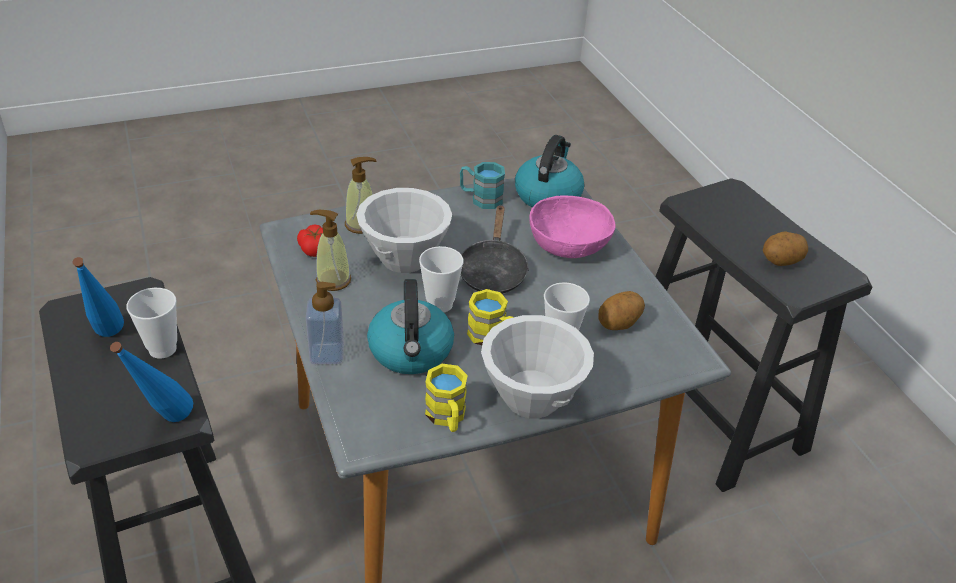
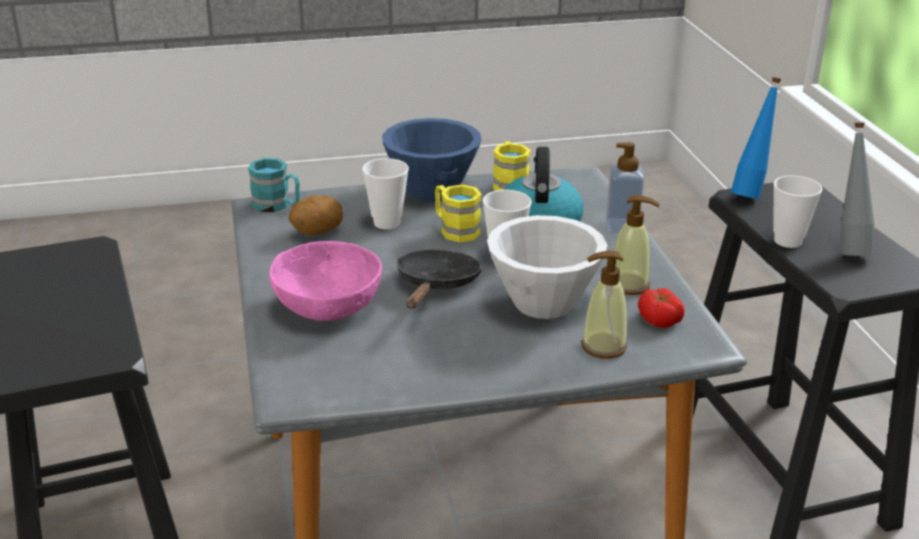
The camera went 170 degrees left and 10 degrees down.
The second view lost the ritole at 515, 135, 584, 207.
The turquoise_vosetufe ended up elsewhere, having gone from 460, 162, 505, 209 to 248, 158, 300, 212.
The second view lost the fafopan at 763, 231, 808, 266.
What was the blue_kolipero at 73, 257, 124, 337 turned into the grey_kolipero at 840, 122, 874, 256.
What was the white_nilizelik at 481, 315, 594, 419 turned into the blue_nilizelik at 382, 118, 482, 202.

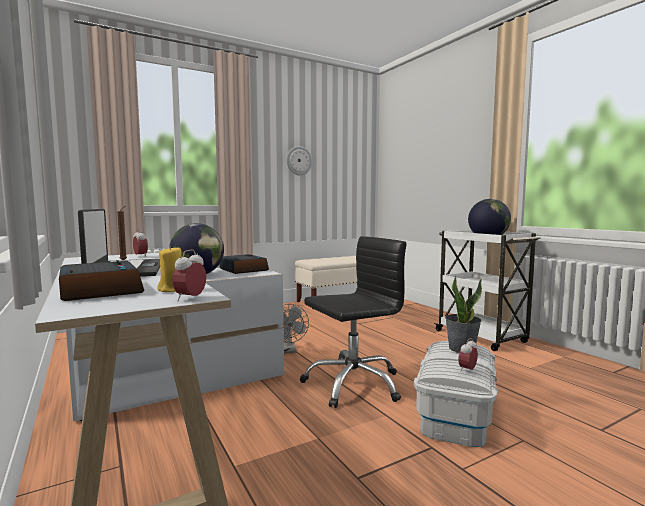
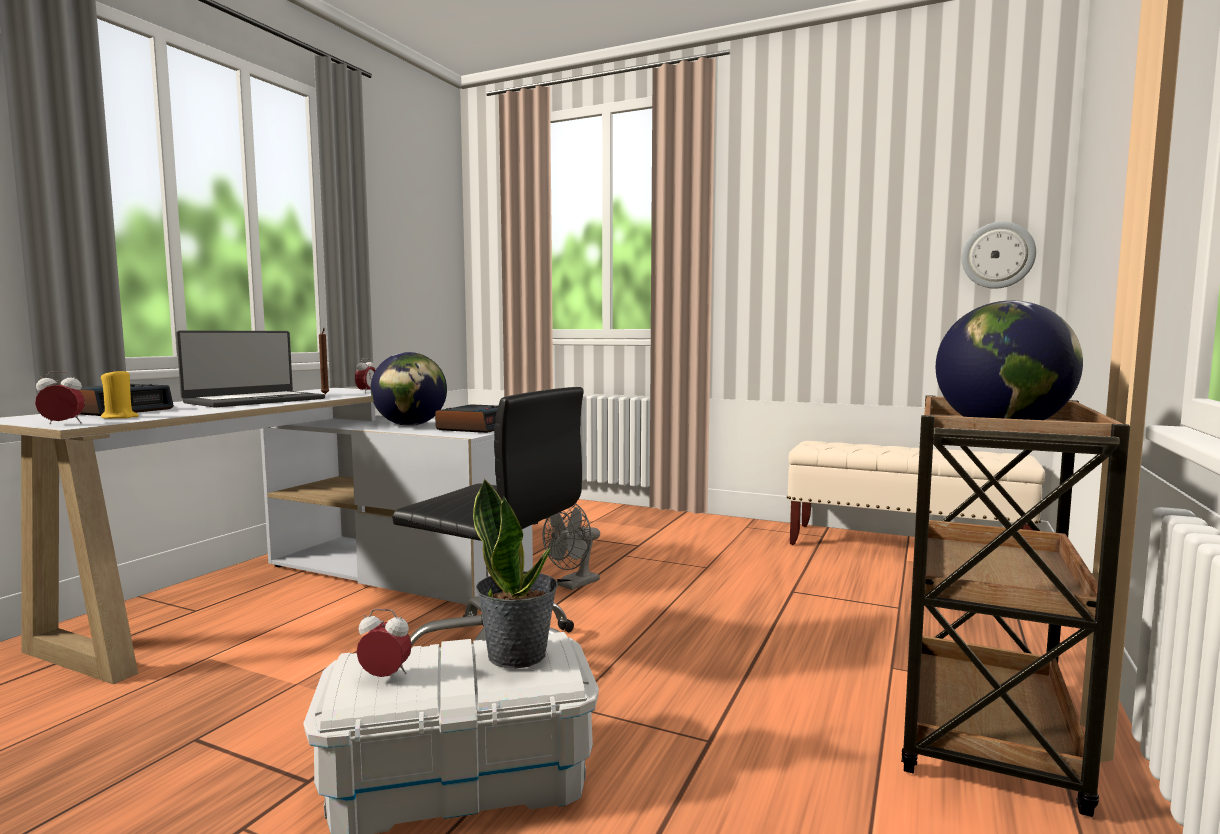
The camera went 55 degrees right and 0 degrees up.
The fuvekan ended up elsewhere, having gone from 287, 146, 312, 175 to 962, 222, 1036, 289.
What was the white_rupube at 434, 230, 541, 351 turned into the brown_rupube at 901, 395, 1130, 817.

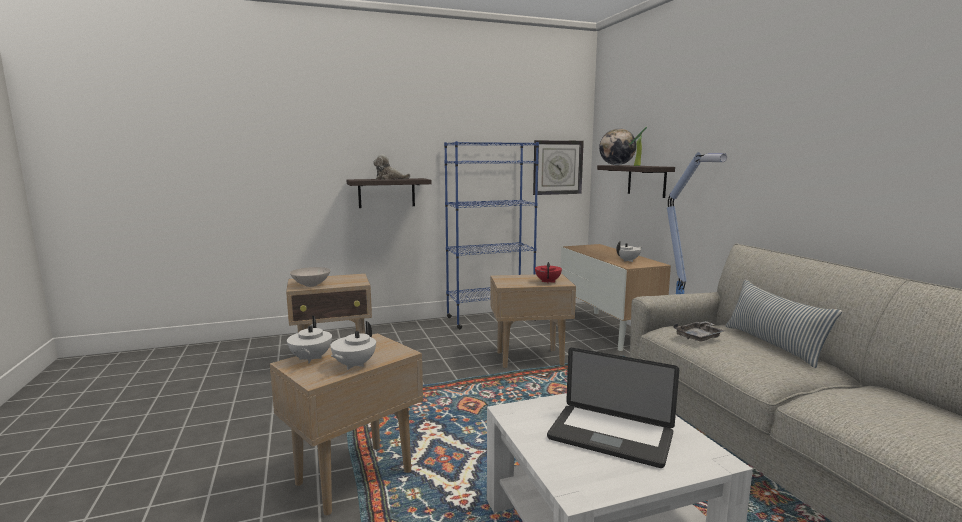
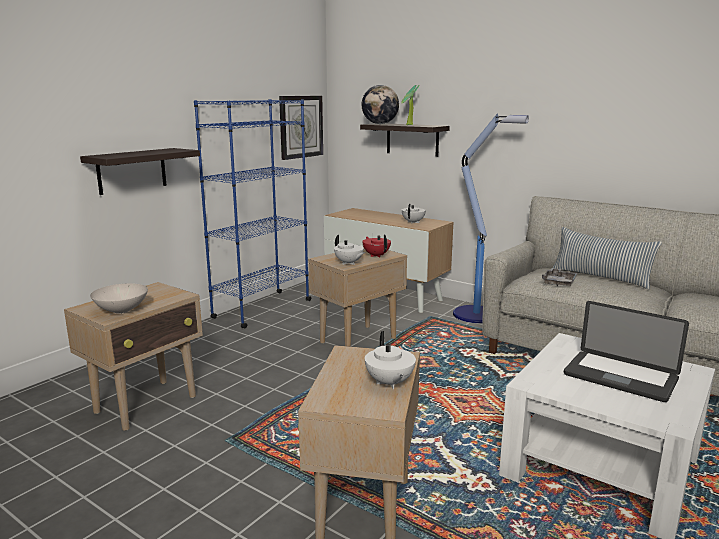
The camera went 35 degrees left and 5 degrees up.
The second view lost the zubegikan at 373, 155, 411, 180.
The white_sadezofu ended up elsewhere, having gone from 287, 316, 332, 364 to 334, 235, 365, 265.
The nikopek at 547, 348, 679, 468 ended up facing another way, 45 degrees clockwise from before.

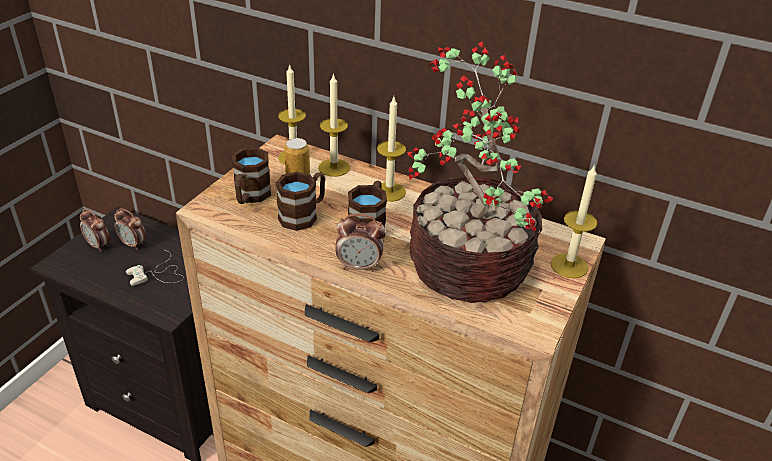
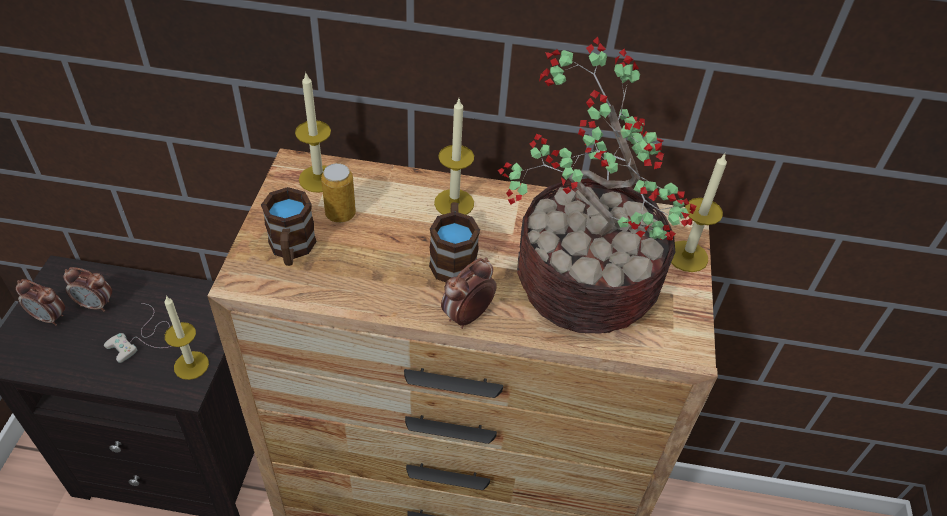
The camera went 20 degrees left and 10 degrees up.
The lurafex ended up elsewhere, having gone from 318, 73, 350, 177 to 164, 296, 209, 380.
The second view lost the brown_vosetufe at 276, 172, 325, 231.
The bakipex at 336, 214, 385, 272 ended up facing another way, 150 degrees clockwise from before.

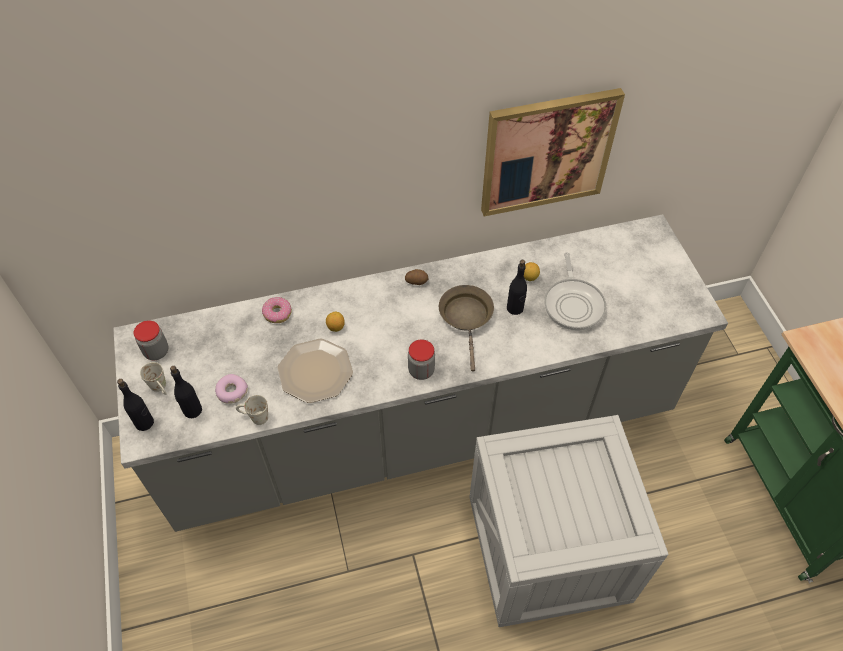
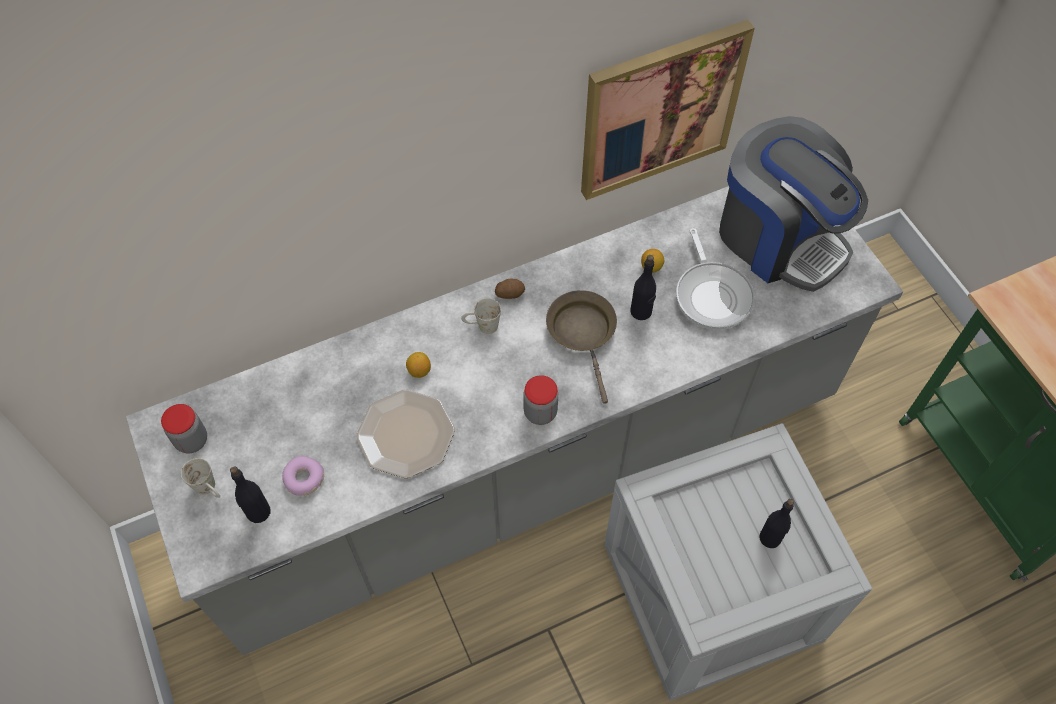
The camera went 10 degrees left and 5 degrees up.
The second view lost the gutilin at 262, 297, 292, 323.
The black_kolipero ended up elsewhere, having gone from 117, 379, 154, 431 to 759, 499, 794, 548.
The white_vosetufe ended up elsewhere, having gone from 236, 395, 268, 425 to 461, 298, 501, 334.
The second view gained the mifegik at 719, 116, 868, 292.

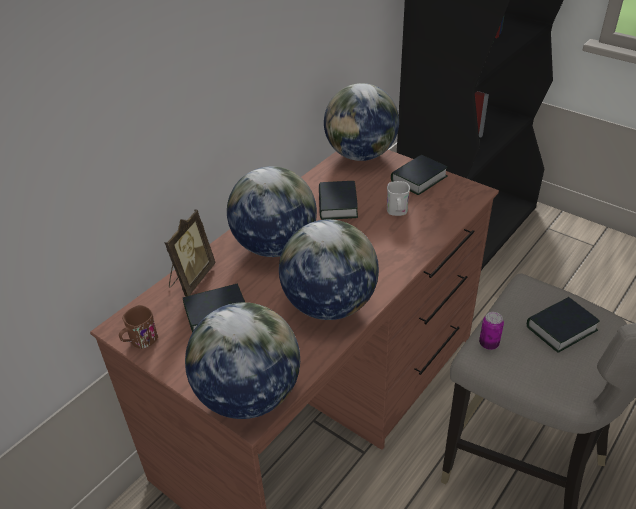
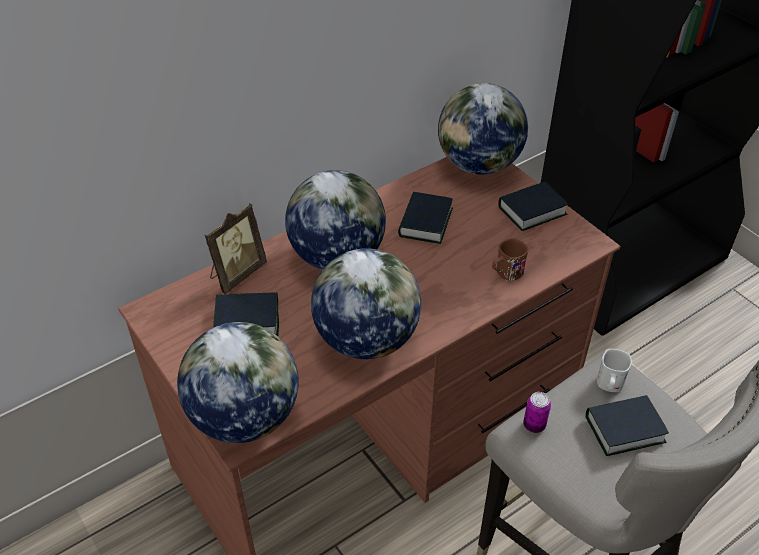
The camera went 15 degrees right and 5 degrees up.
The white_vosetufe ended up elsewhere, having gone from 387, 181, 410, 216 to 597, 349, 632, 392.
The brown_vosetufe ended up elsewhere, having gone from 119, 305, 158, 349 to 492, 238, 529, 281.

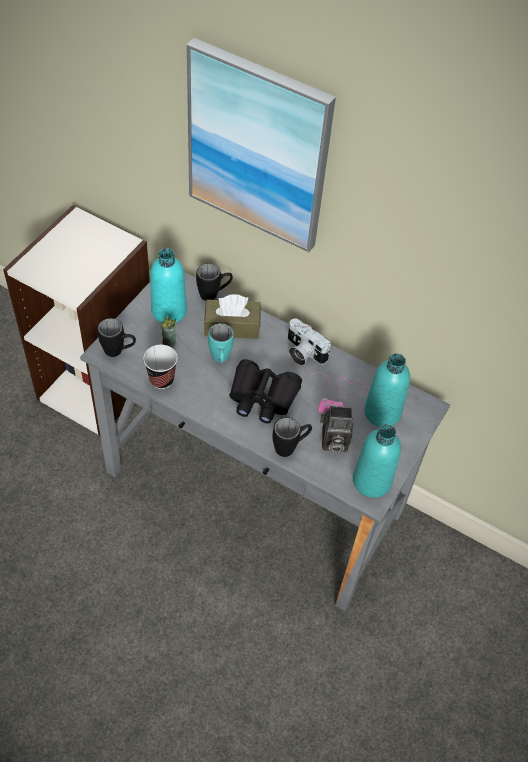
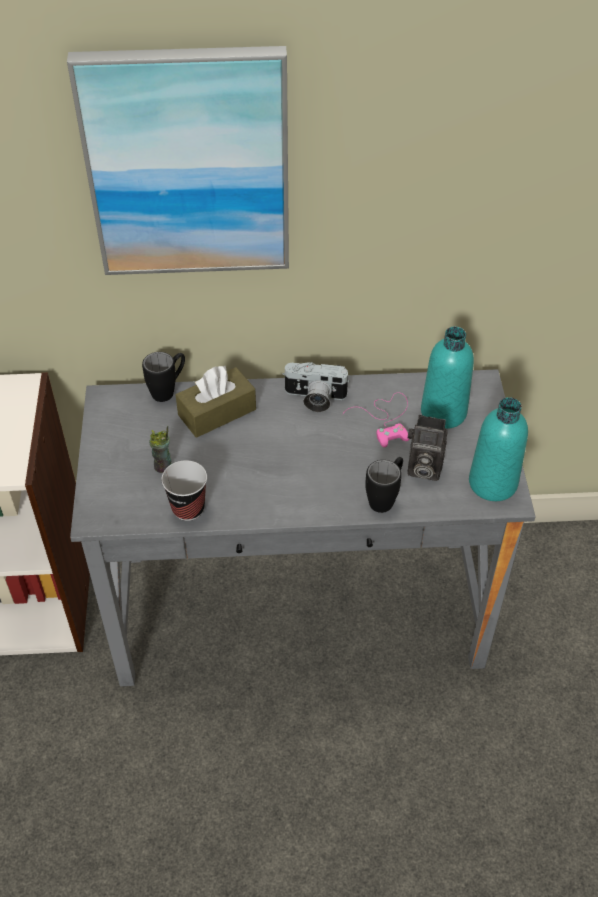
The camera went 30 degrees left and 5 degrees down.
The second view lost the turquoise_kolipero at 150, 248, 187, 322.
The second view lost the black_vosetufe at 97, 318, 136, 357.
The second view lost the turquoise_vosetufe at 208, 323, 234, 363.
The second view lost the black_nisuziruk at 229, 359, 302, 423.
The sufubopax at 320, 406, 353, 452 ended up facing another way, 45 degrees clockwise from before.

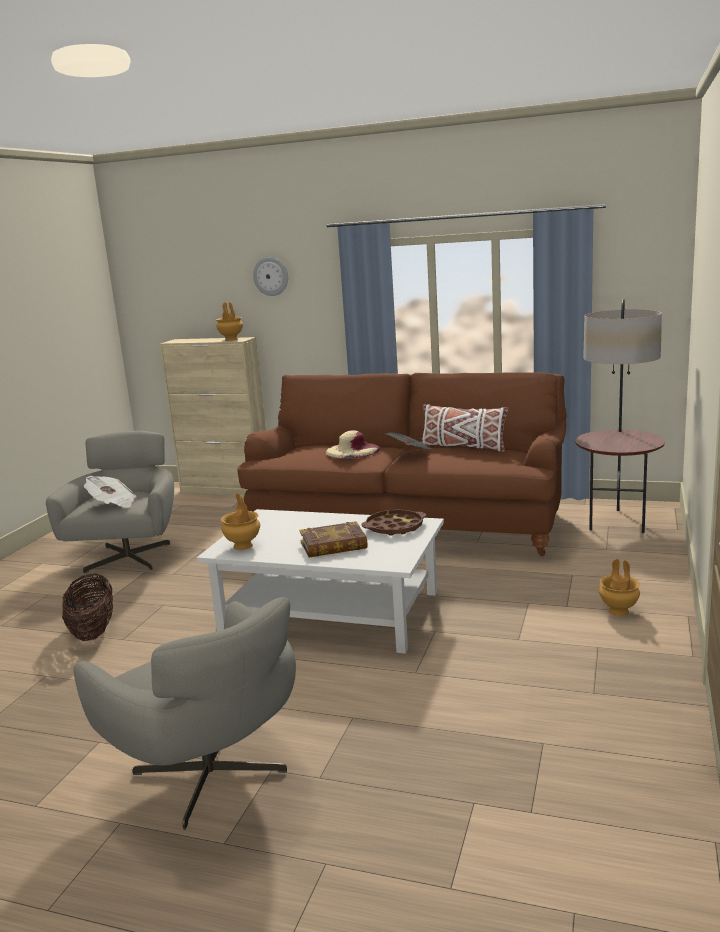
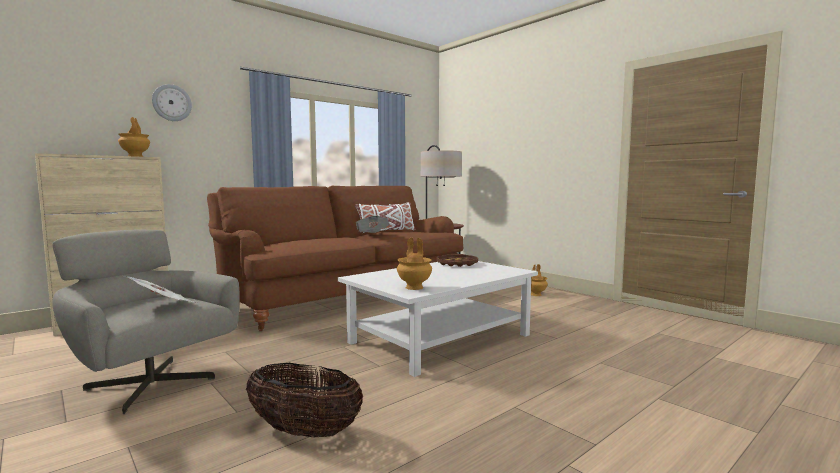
The camera went 60 degrees left and 10 degrees down.
The second view lost the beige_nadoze at 326, 430, 381, 459.
The second view lost the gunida at 299, 521, 368, 557.
The second view lost the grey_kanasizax at 74, 597, 296, 830.

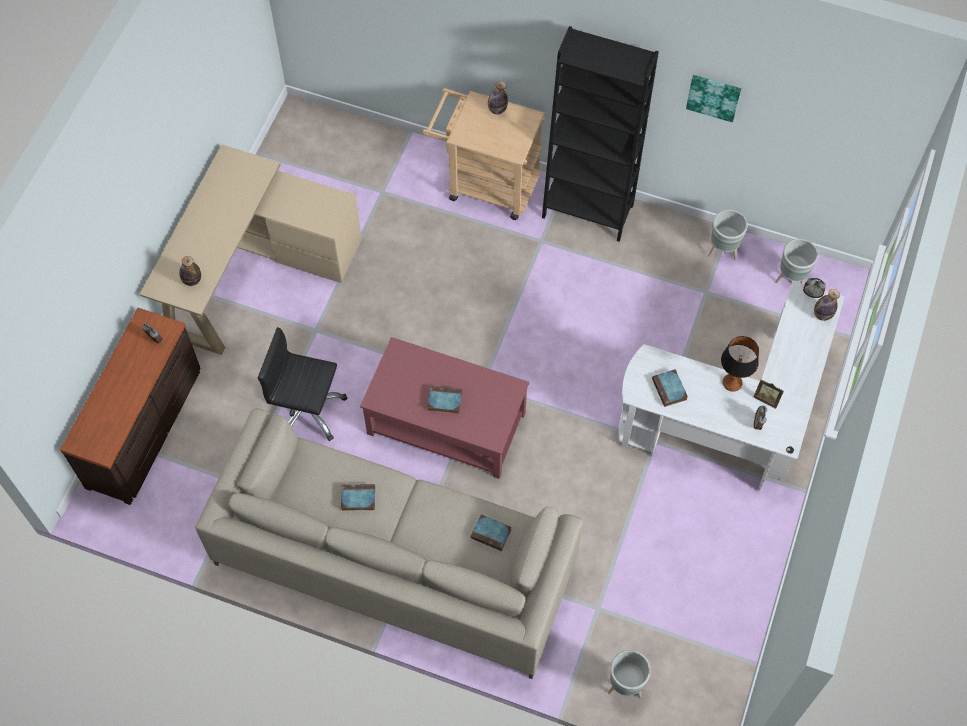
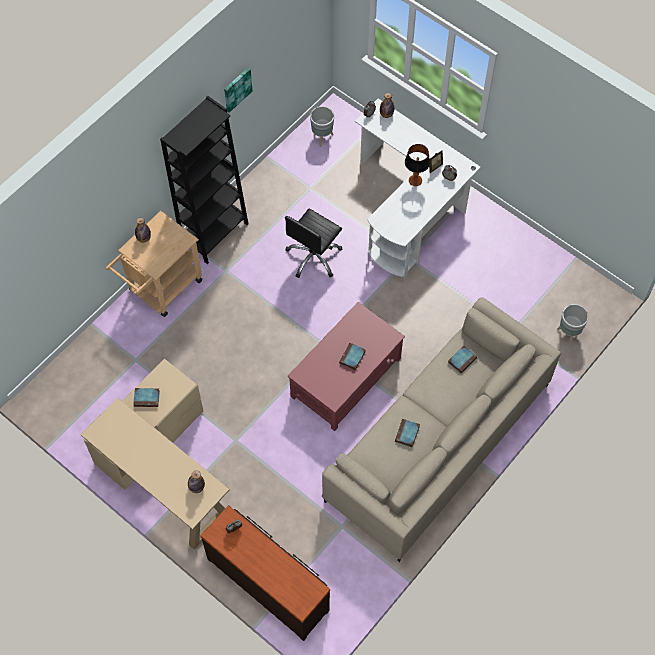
The camera went 70 degrees left and 0 degrees up.
The second view lost the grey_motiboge at 708, 209, 748, 260.
The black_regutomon ended up elsewhere, having gone from 258, 327, 347, 441 to 285, 208, 343, 278.
The gunida ended up elsewhere, having gone from 652, 369, 688, 407 to 133, 388, 160, 407.

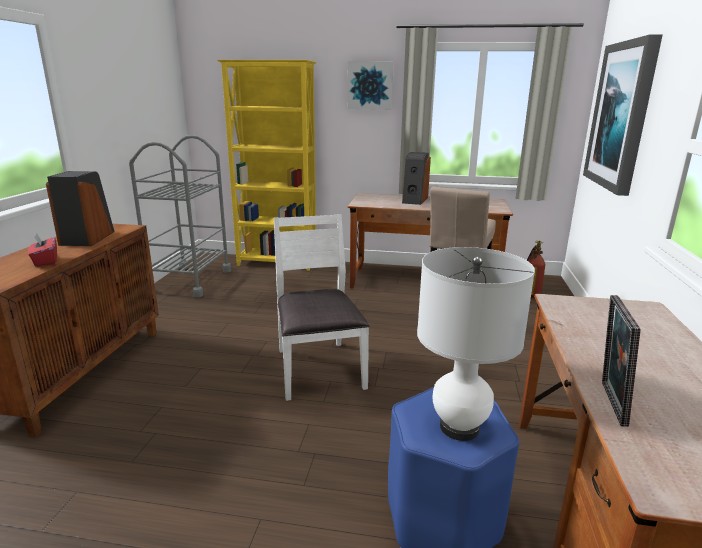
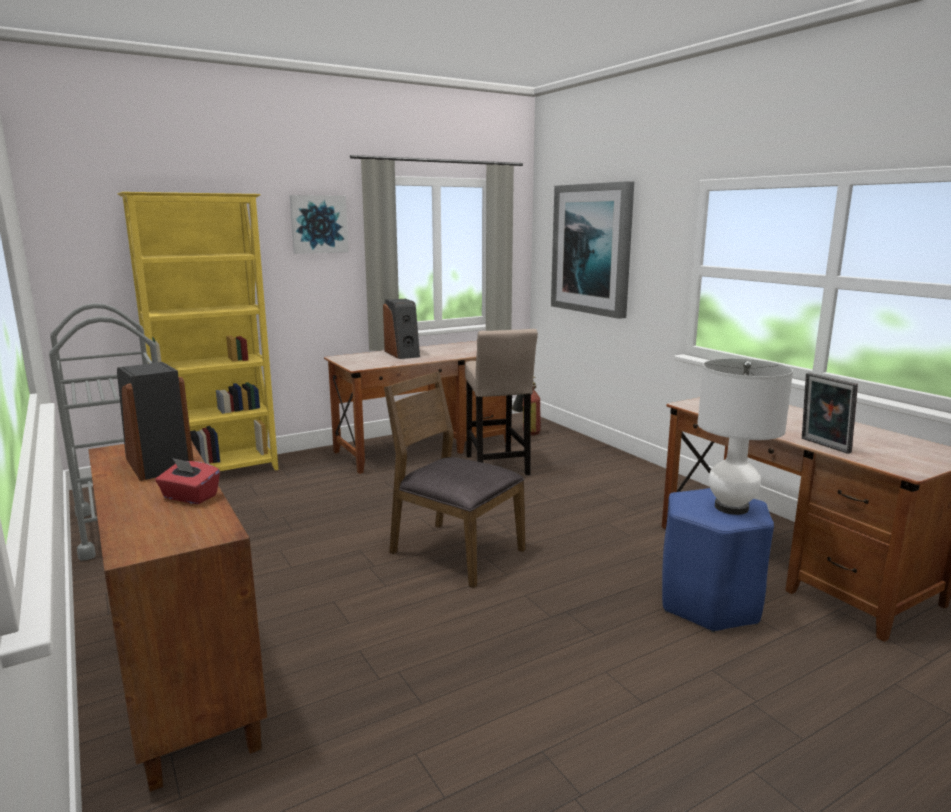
The camera went 40 degrees left and 5 degrees down.
What was the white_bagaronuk at 274, 214, 369, 401 turned into the brown_bagaronuk at 384, 371, 526, 588.

